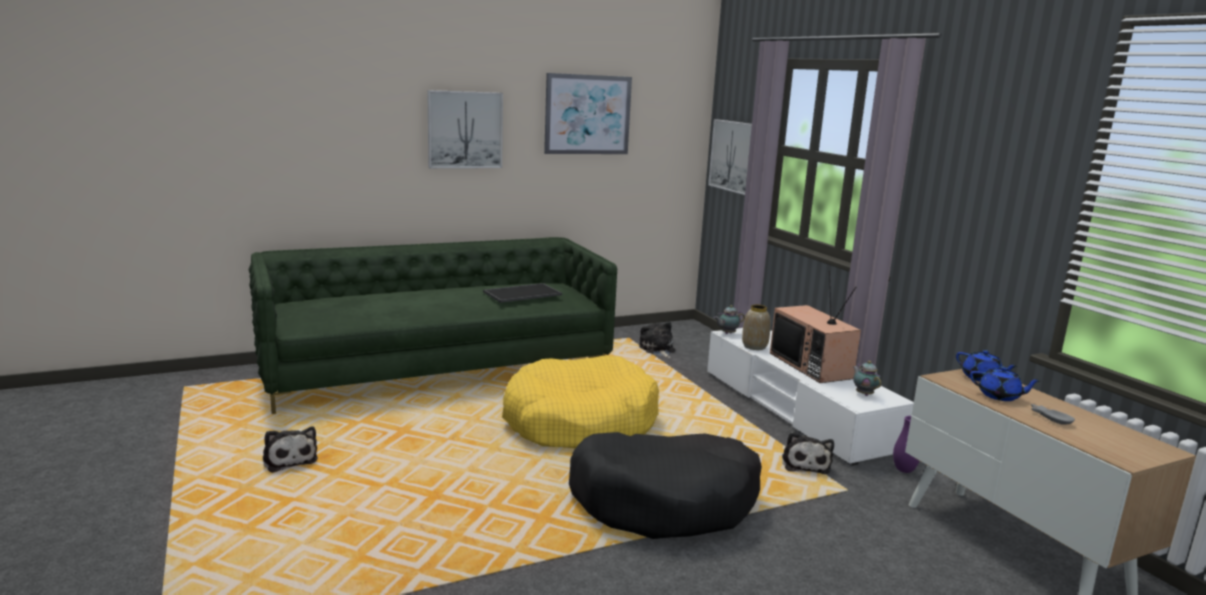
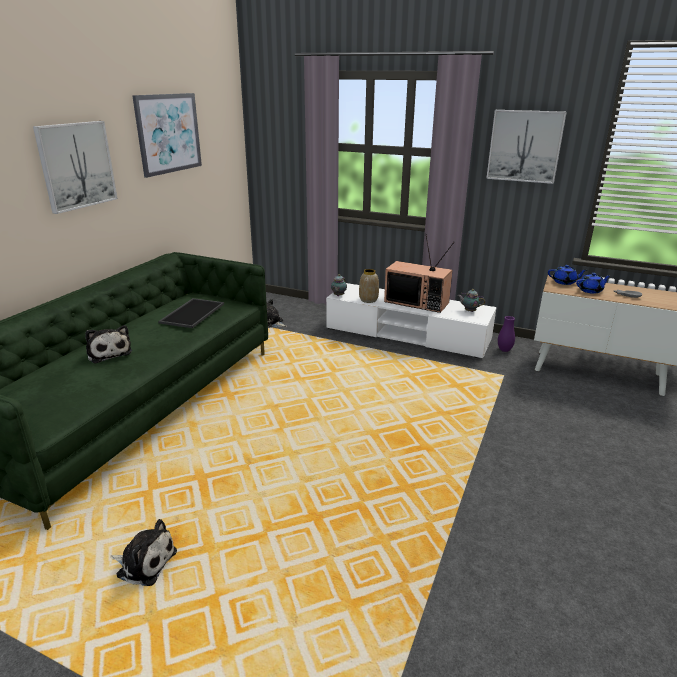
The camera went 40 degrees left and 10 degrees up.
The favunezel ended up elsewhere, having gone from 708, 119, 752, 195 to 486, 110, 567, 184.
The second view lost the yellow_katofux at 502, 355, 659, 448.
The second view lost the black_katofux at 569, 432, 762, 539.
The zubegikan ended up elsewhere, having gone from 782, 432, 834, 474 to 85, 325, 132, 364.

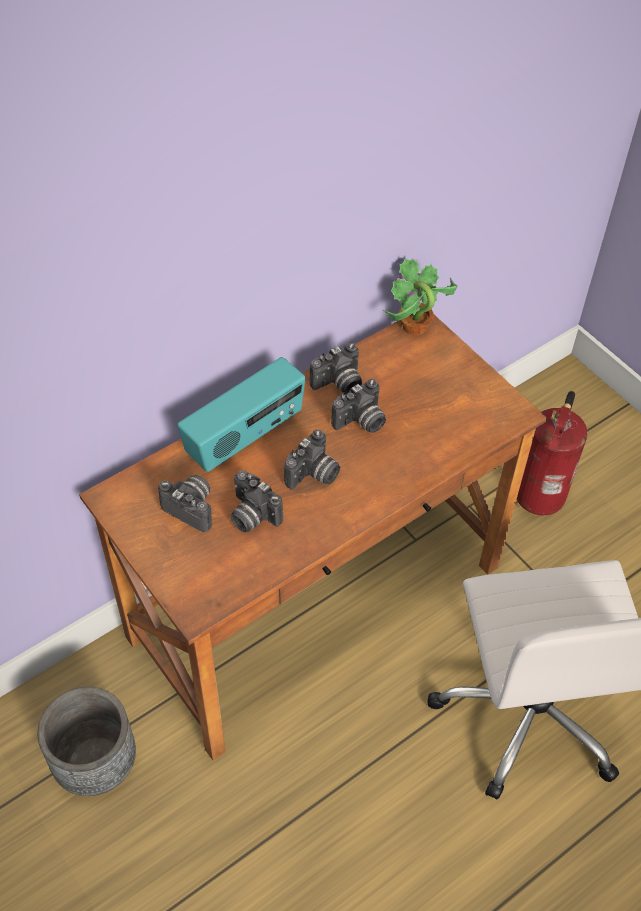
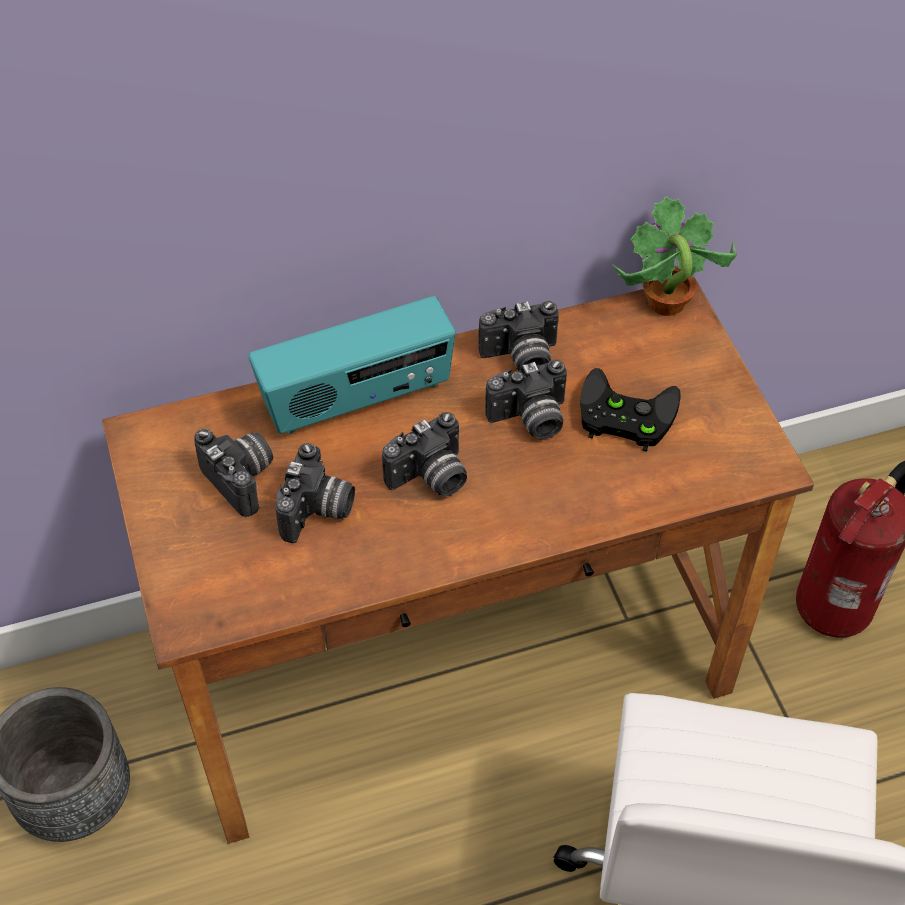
The camera went 20 degrees right and 0 degrees up.
The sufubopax at 231, 470, 283, 532 ended up facing another way, 135 degrees counterclockwise from before.
The second view gained the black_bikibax at 580, 368, 681, 451.

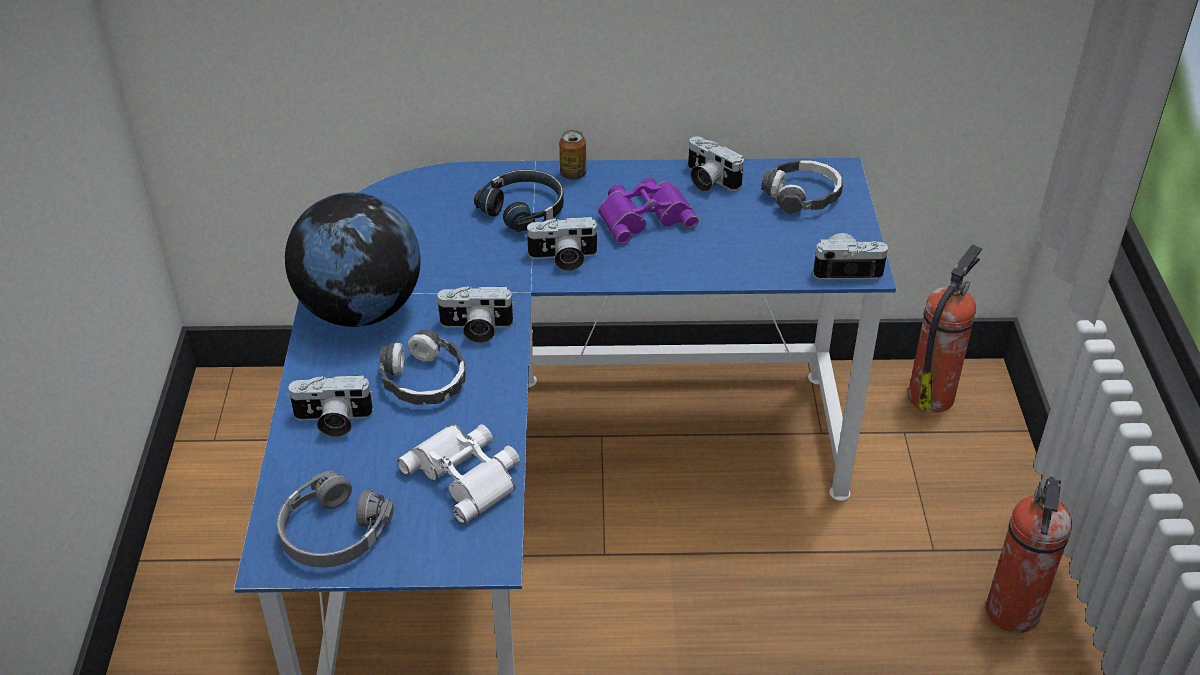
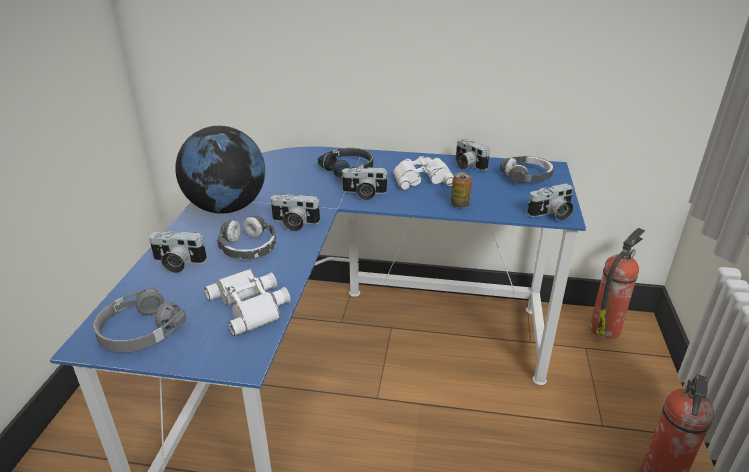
The camera went 10 degrees right and 10 degrees down.
The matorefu ended up elsewhere, having gone from 559, 130, 586, 180 to 451, 172, 472, 208.
What was the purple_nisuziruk at 598, 178, 699, 244 turned into the white_nisuziruk at 393, 156, 454, 190.
The sufubopax at 813, 233, 889, 280 ended up facing another way, 150 degrees clockwise from before.

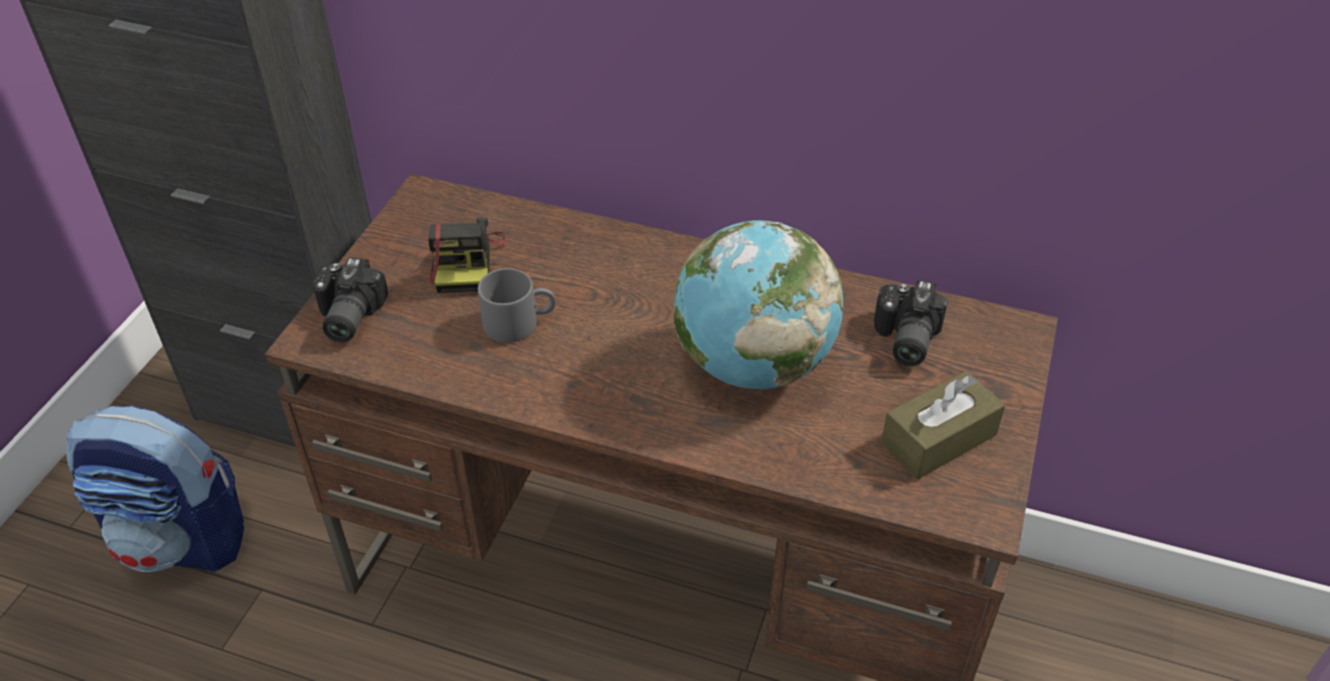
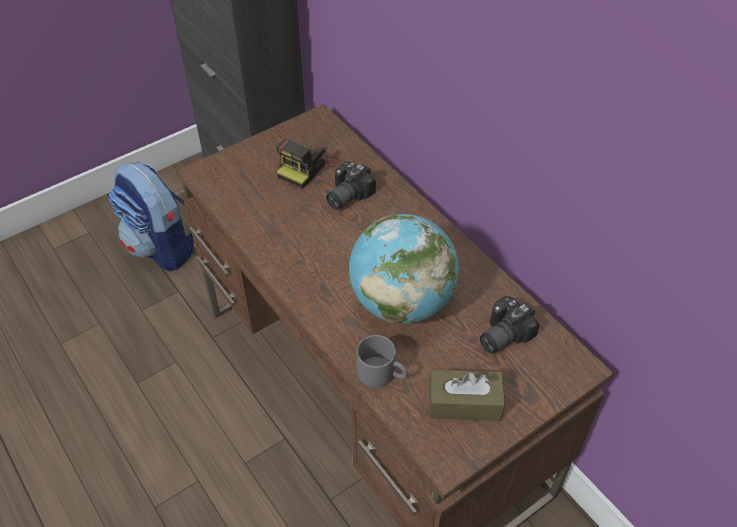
The camera went 35 degrees right and 5 degrees up.
The sufubopax ended up elsewhere, having gone from 312, 257, 389, 342 to 326, 161, 376, 210.
The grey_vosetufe ended up elsewhere, having gone from 478, 268, 556, 343 to 356, 335, 408, 388.

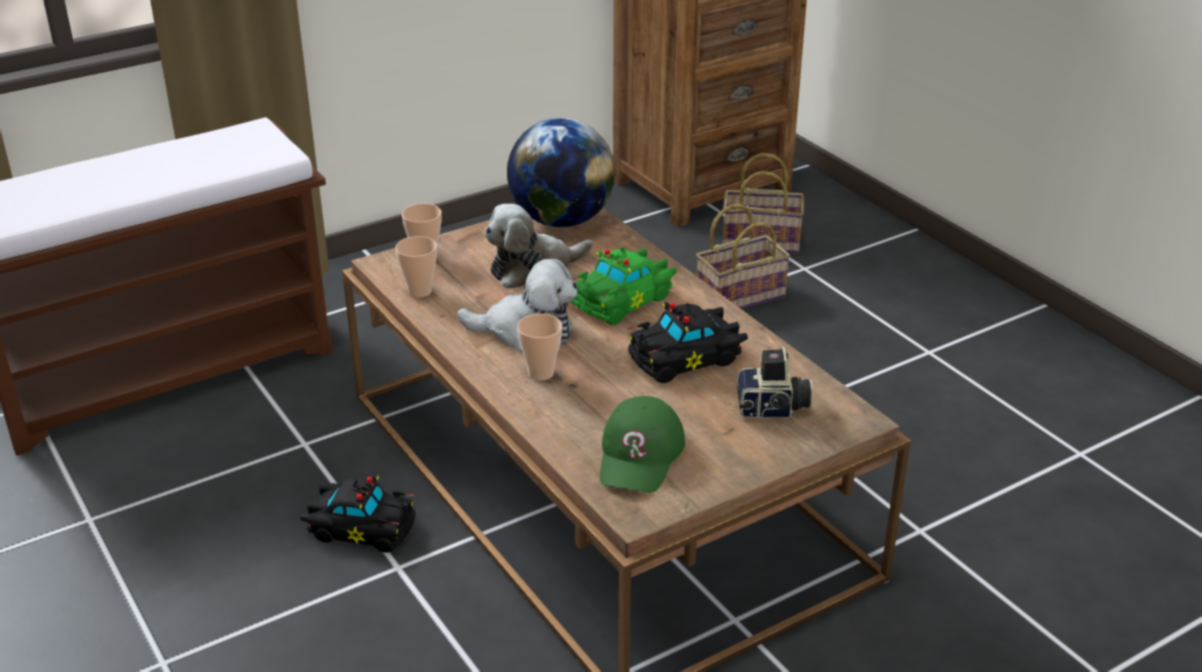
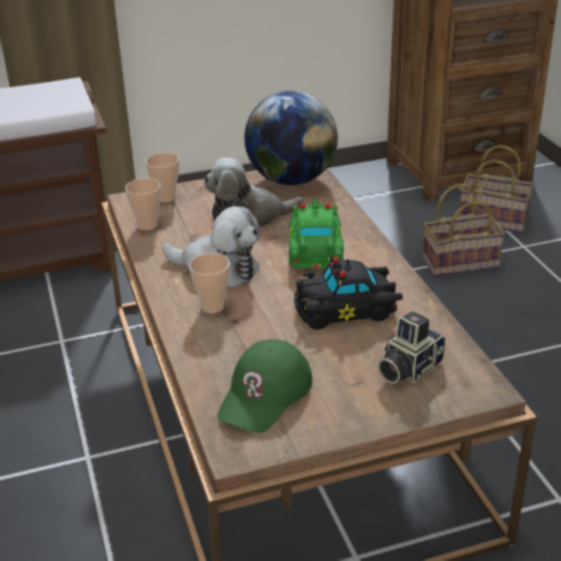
The camera went 15 degrees right and 0 degrees up.
The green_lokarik at 571, 248, 677, 325 ended up facing another way, 120 degrees clockwise from before.
The sufubopax at 737, 347, 813, 418 ended up facing another way, 120 degrees clockwise from before.
The second view lost the black_lokarik at 300, 475, 416, 553.

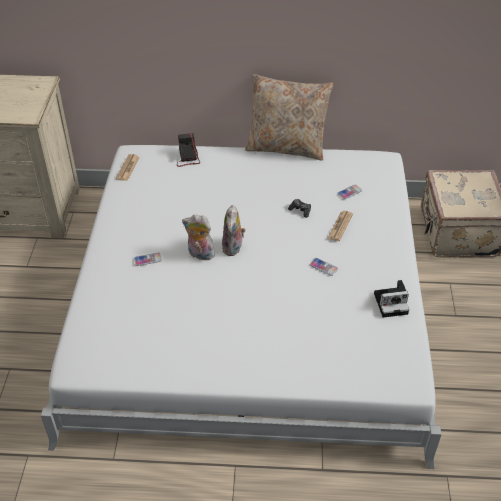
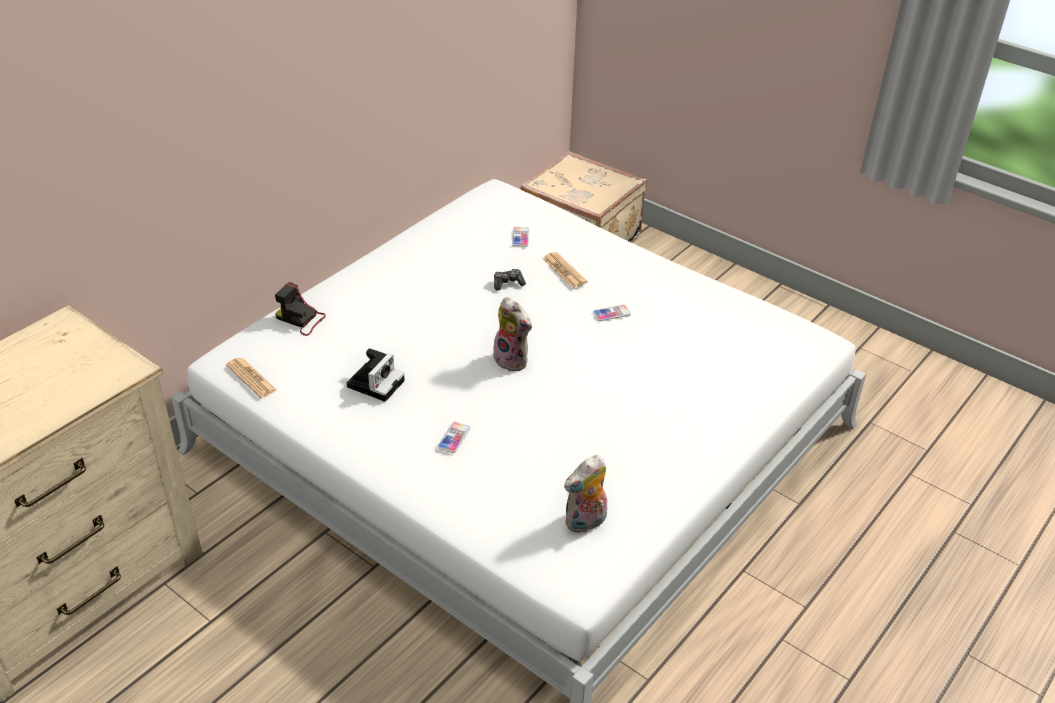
The camera went 55 degrees left and 5 degrees down.
The second view lost the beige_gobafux at 245, 74, 334, 160.
The zubegikan ended up elsewhere, having gone from 182, 214, 215, 260 to 564, 455, 607, 534.
The sufubopax ended up elsewhere, having gone from 374, 280, 409, 318 to 347, 348, 405, 402.

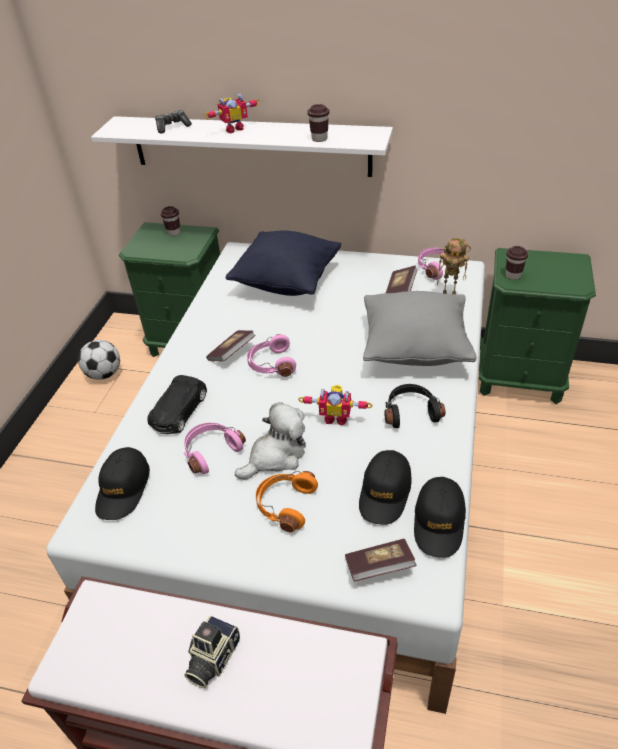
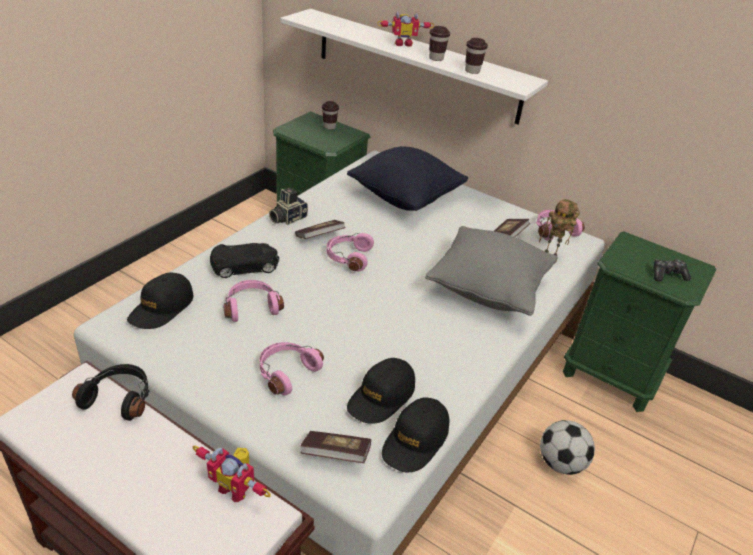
The camera went 15 degrees right and 5 degrees down.
The bikibax ended up elsewhere, having gone from 155, 110, 192, 134 to 653, 259, 691, 282.
The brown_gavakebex ended up elsewhere, having gone from 506, 246, 528, 280 to 429, 26, 450, 61.
The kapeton ended up elsewhere, having gone from 78, 340, 120, 380 to 540, 420, 595, 475.
The black_lokarik at 147, 375, 207, 434 ended up facing another way, 150 degrees counterclockwise from before.
The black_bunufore ended up elsewhere, having gone from 384, 384, 446, 428 to 72, 364, 150, 421.
The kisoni ended up elsewhere, having gone from 298, 385, 373, 426 to 193, 446, 271, 502.
The second view lost the zubegikan at 235, 402, 306, 480.
What was the orange_bunufore at 256, 471, 318, 532 turned into the pink_bunufore at 260, 342, 324, 396.
The sufubopax ended up elsewhere, having gone from 184, 616, 240, 688 to 269, 188, 308, 225.

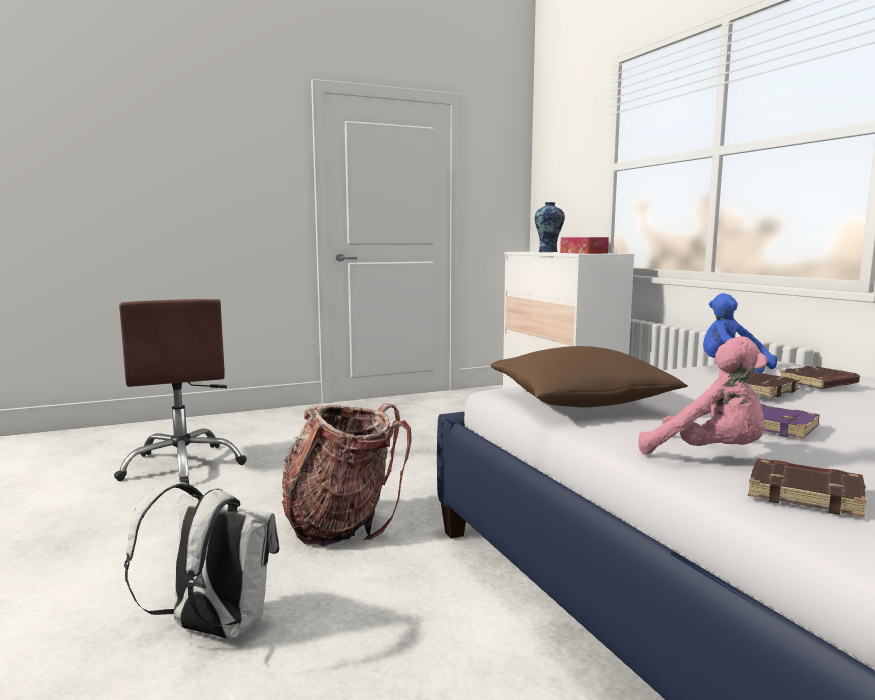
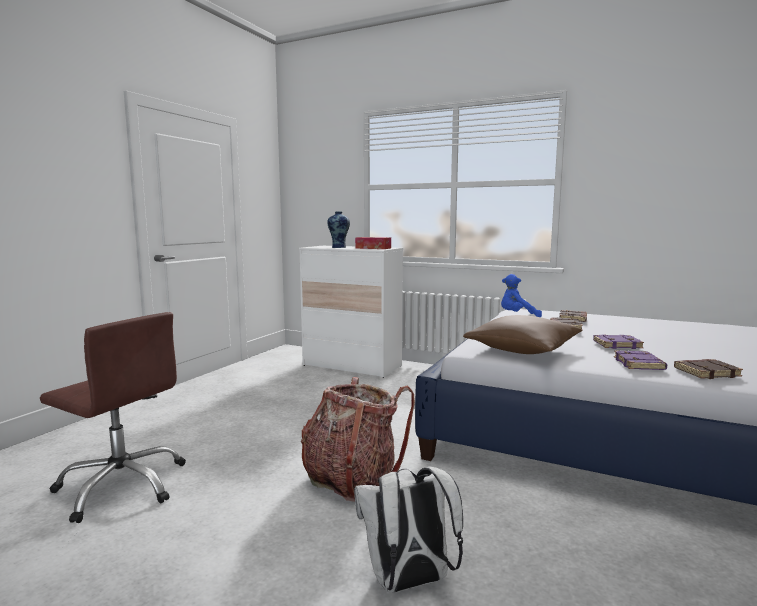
The camera went 40 degrees left and 0 degrees up.
Where the pink_zubegikan stood at 638, 336, 768, 454, the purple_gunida came to stand at 614, 350, 668, 370.

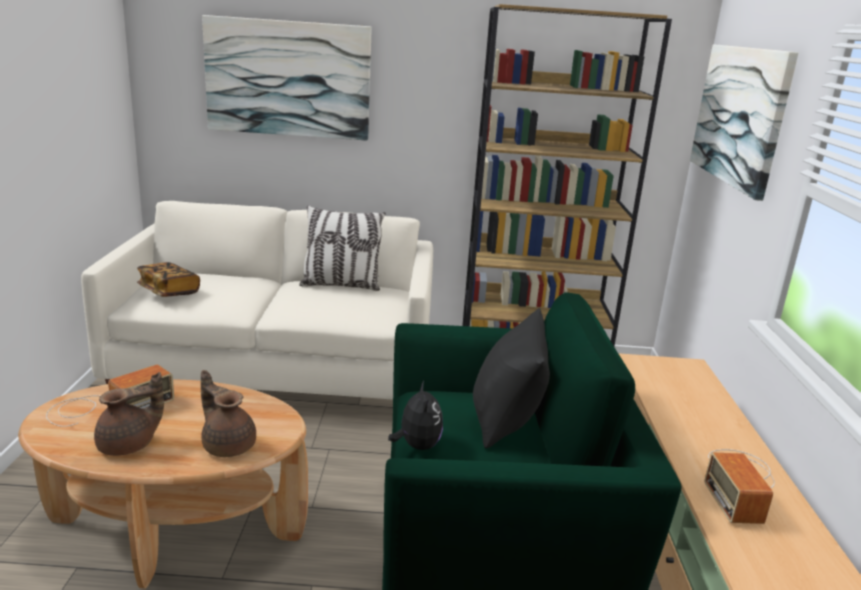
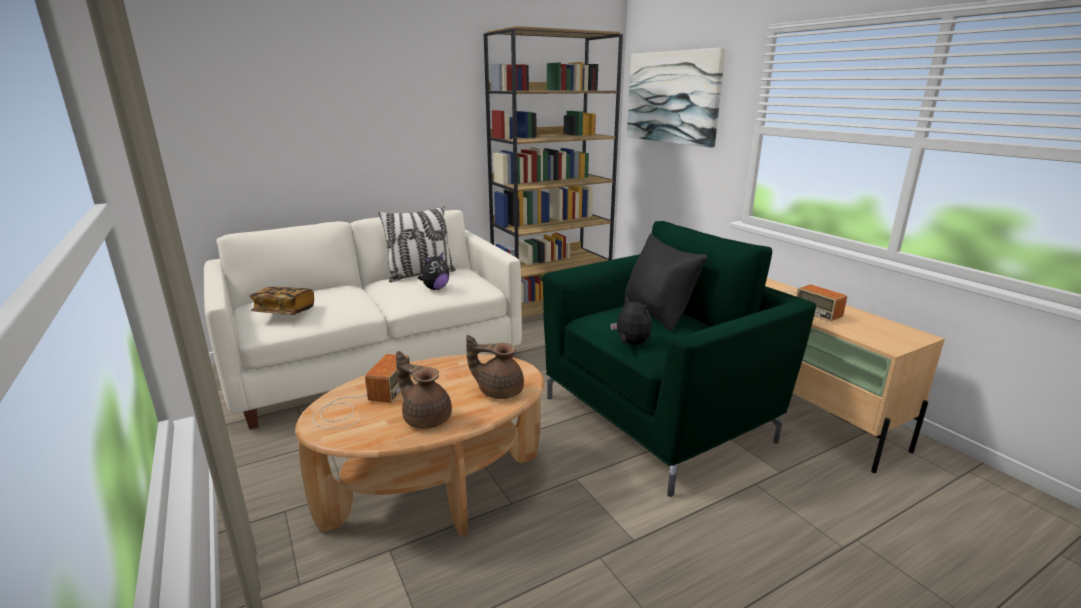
The camera went 30 degrees left and 0 degrees up.
The second view lost the favunezel at 202, 15, 372, 141.
The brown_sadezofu at 94, 372, 164, 456 ended up facing another way, 75 degrees counterclockwise from before.
The second view gained the zubegikan at 418, 252, 449, 290.

